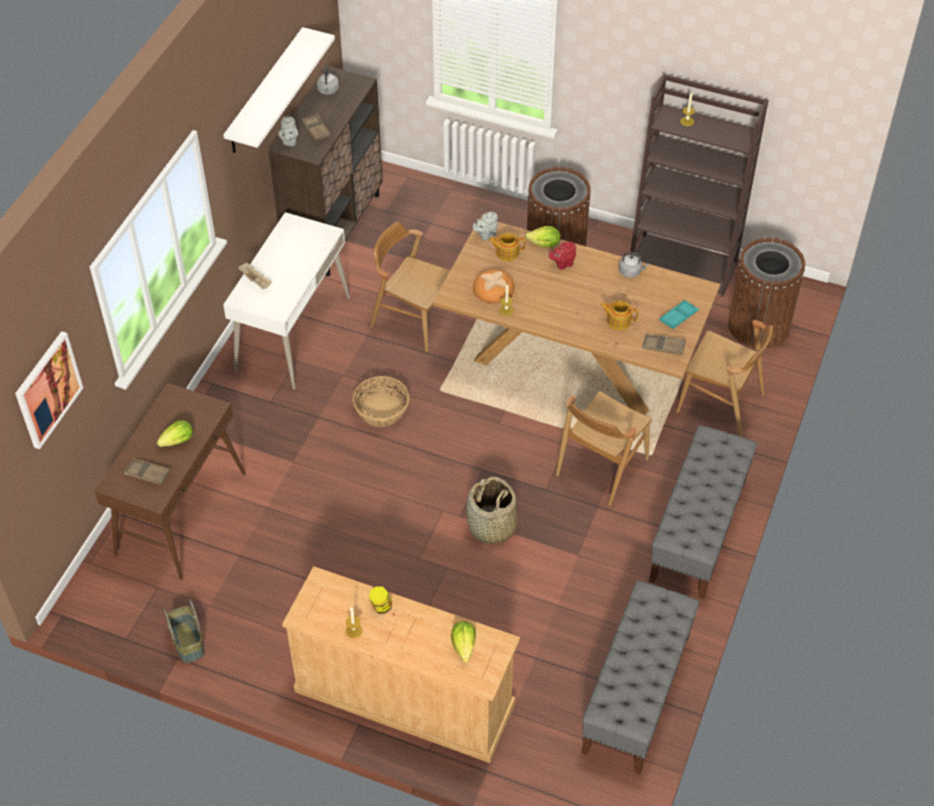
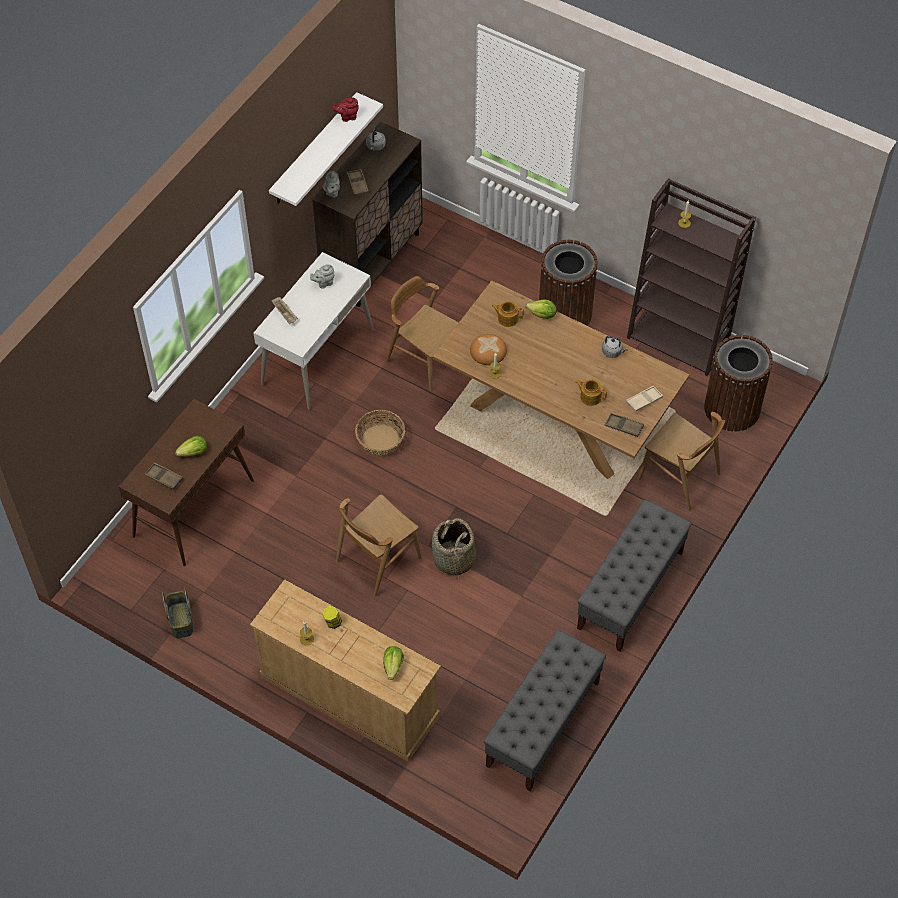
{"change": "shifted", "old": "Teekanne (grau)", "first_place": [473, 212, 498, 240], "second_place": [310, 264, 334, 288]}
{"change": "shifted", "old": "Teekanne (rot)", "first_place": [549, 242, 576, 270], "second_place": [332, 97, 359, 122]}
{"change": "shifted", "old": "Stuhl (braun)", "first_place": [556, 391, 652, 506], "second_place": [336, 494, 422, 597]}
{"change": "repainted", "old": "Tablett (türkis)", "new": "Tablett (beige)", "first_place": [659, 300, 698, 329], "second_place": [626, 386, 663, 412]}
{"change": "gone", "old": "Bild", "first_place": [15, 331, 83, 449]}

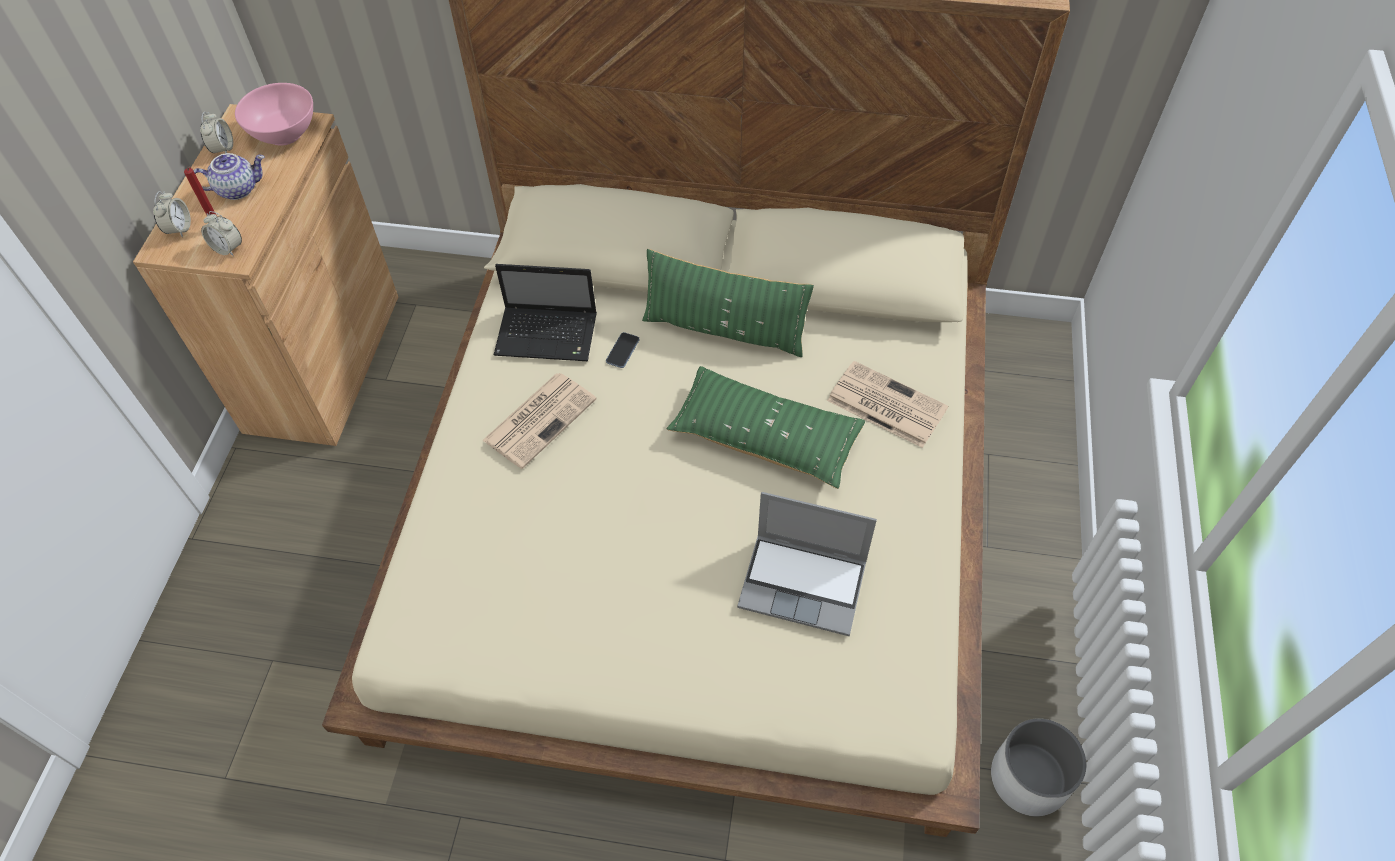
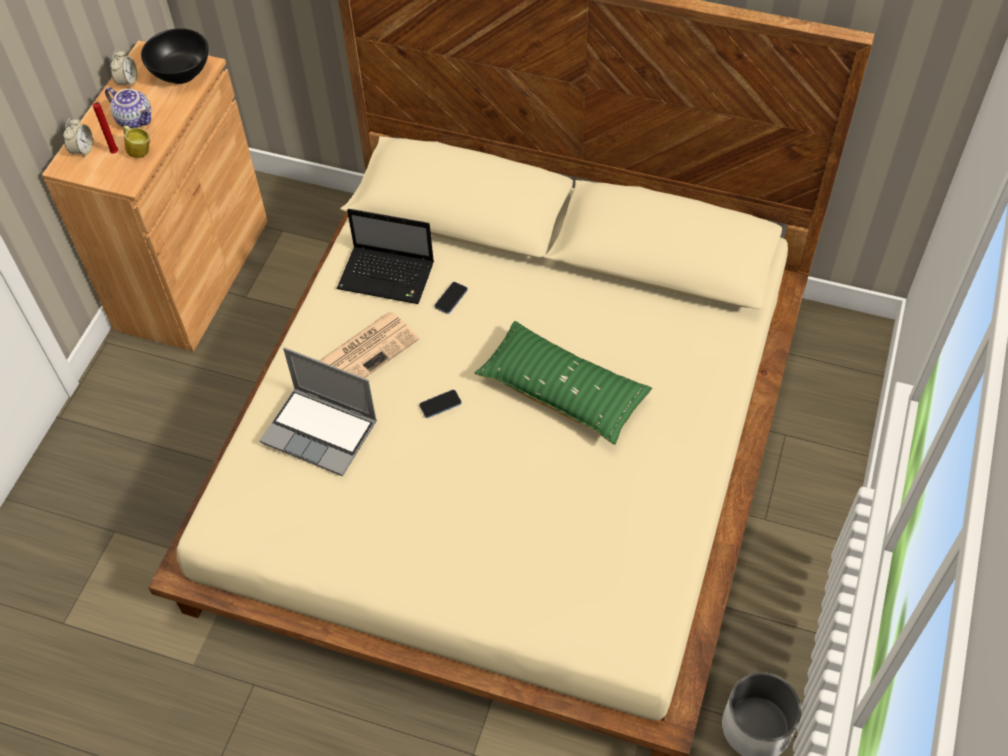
{"change": "rotated", "old": "Teekanne", "first_place": [194, 153, 265, 200], "second_place": [105, 87, 152, 129], "degrees": 45}
{"change": "new", "new": "Henkelbecher", "second_place": [123, 126, 150, 158]}
{"change": "repainted", "old": "Schüssel (rosa)", "new": "Schüssel (schwarz)", "first_place": [235, 83, 313, 146], "second_place": [141, 28, 209, 84]}
{"change": "shifted", "old": "Laptop", "first_place": [737, 492, 877, 636], "second_place": [259, 347, 377, 476]}
{"change": "new", "new": "Handy", "second_place": [419, 390, 462, 418]}
{"change": "gone", "old": "Wecker", "first_place": [201, 211, 242, 256]}
{"change": "gone", "old": "Kissen (grün)", "first_place": [642, 249, 814, 357]}
{"change": "gone", "old": "Zeitung", "first_place": [827, 361, 948, 448]}

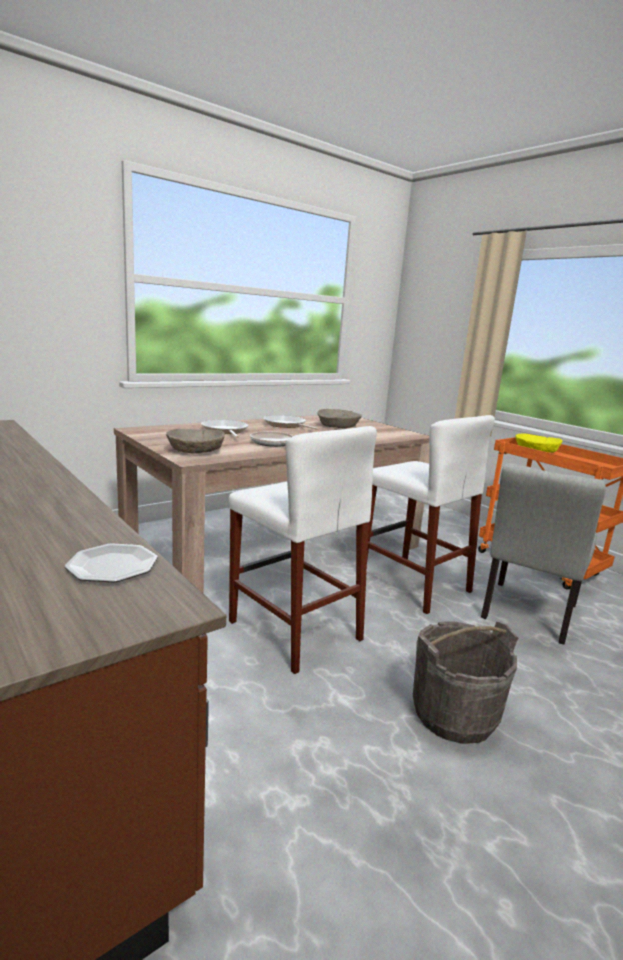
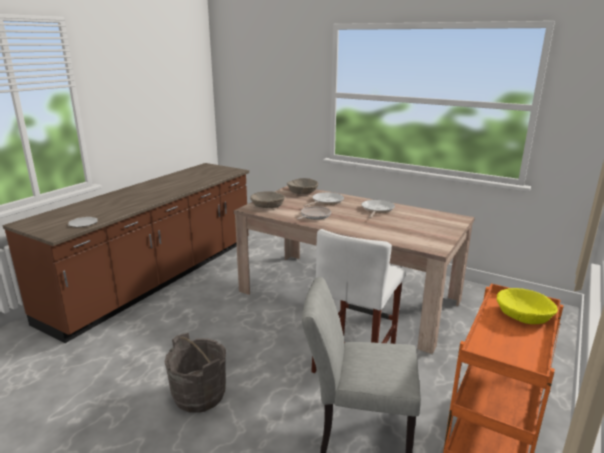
{"change": "shifted", "old": "Schüssel (beige)", "first_place": [317, 409, 362, 428], "second_place": [287, 178, 318, 194]}
{"change": "gone", "old": "Hocker (weiß)", "first_place": [228, 426, 377, 674]}

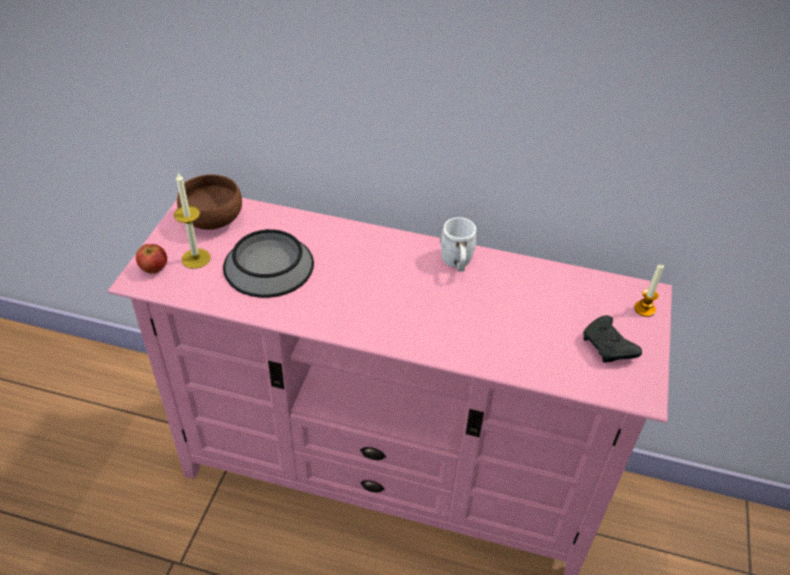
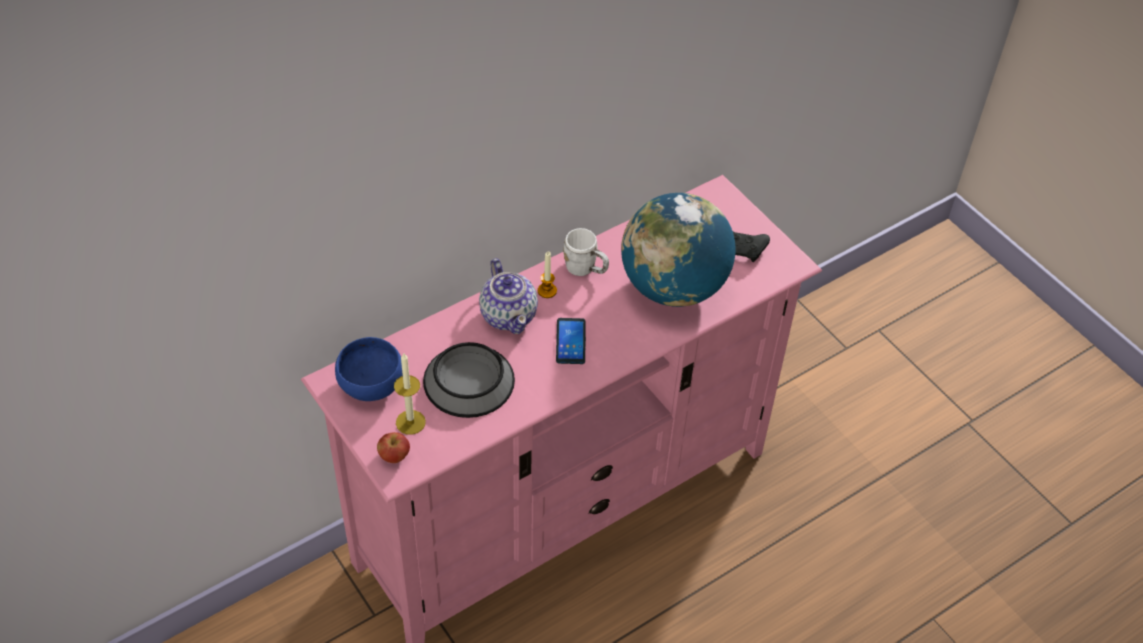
{"change": "repainted", "old": "Schüssel (braun)", "new": "Schüssel (blau)", "first_place": [177, 174, 242, 230], "second_place": [335, 337, 403, 401]}
{"change": "new", "new": "Teekanne", "second_place": [479, 258, 538, 334]}
{"change": "shifted", "old": "Kerze", "first_place": [634, 264, 664, 317], "second_place": [538, 252, 557, 298]}
{"change": "new", "new": "Handy", "second_place": [556, 318, 586, 364]}
{"change": "new", "new": "Globus", "second_place": [621, 193, 736, 307]}

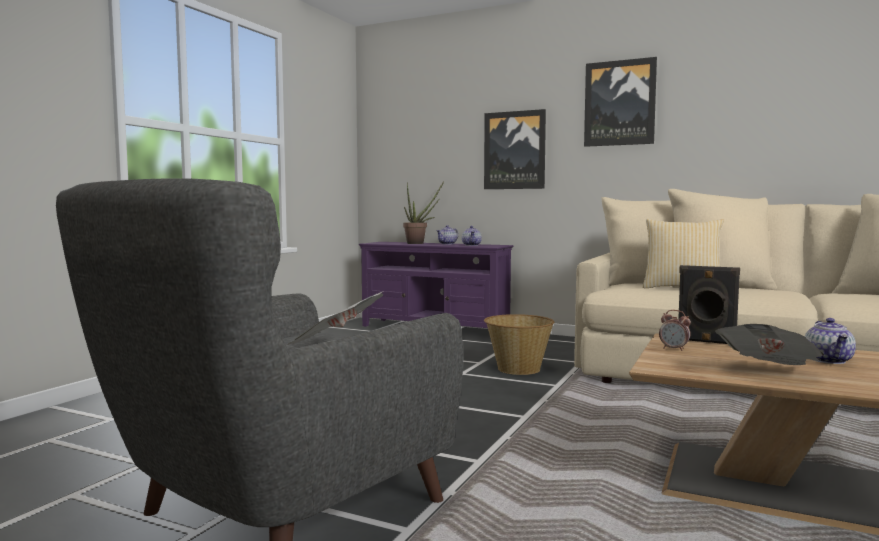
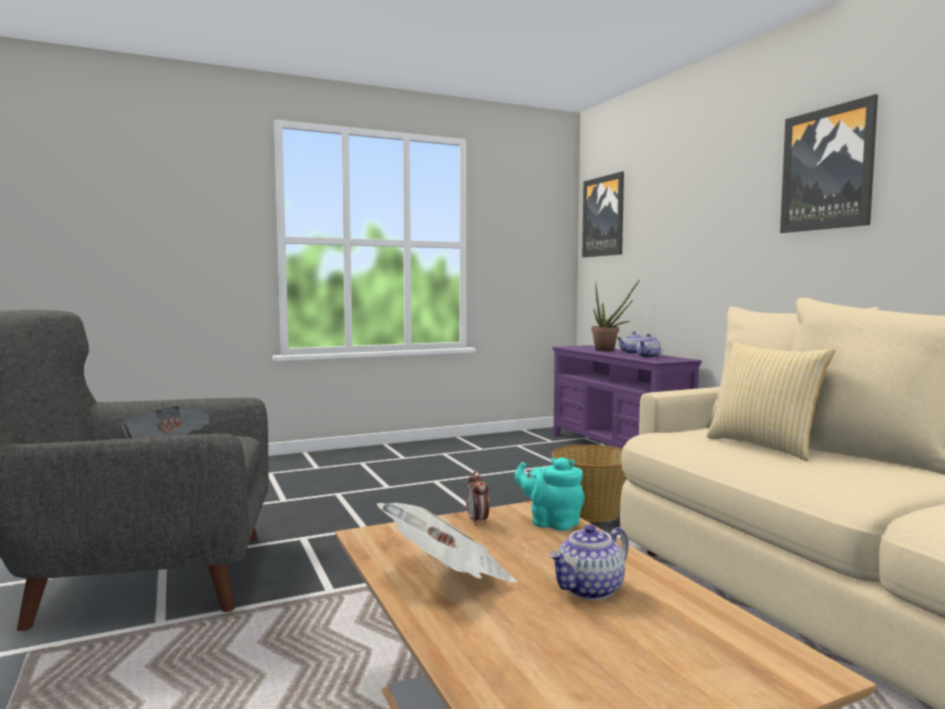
{"change": "swapped", "old": "Lautsprecher (schwarz)", "new": "Teekanne (türkis)", "first_place": [678, 265, 740, 344], "second_place": [514, 457, 585, 531]}
{"change": "shifted", "old": "Bild", "first_place": [484, 109, 546, 189], "second_place": [582, 171, 624, 257]}

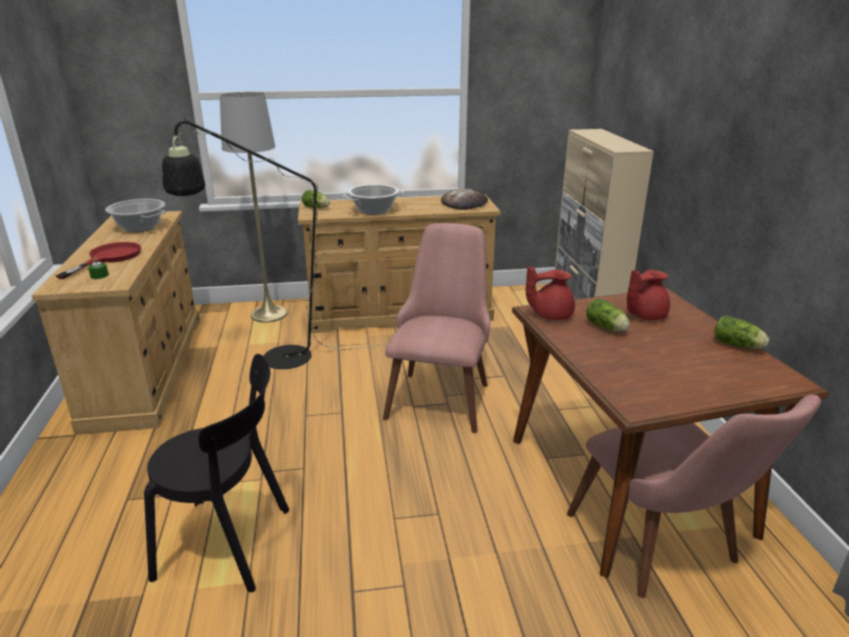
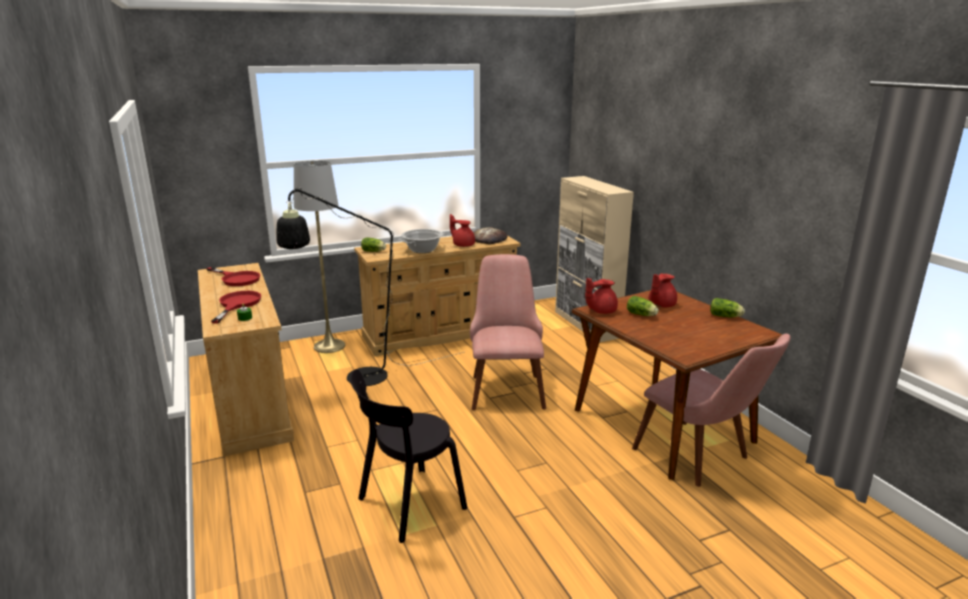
{"change": "swapped", "old": "Kochtopf", "new": "Pfanne (rot)", "first_place": [105, 199, 166, 232], "second_place": [206, 267, 260, 286]}
{"change": "rotated", "old": "Stuhl (schwarz)", "first_place": [144, 354, 289, 592], "second_place": [350, 369, 467, 543], "degrees": 150}
{"change": "new", "new": "Teekanne (rot)", "second_place": [450, 214, 475, 247]}

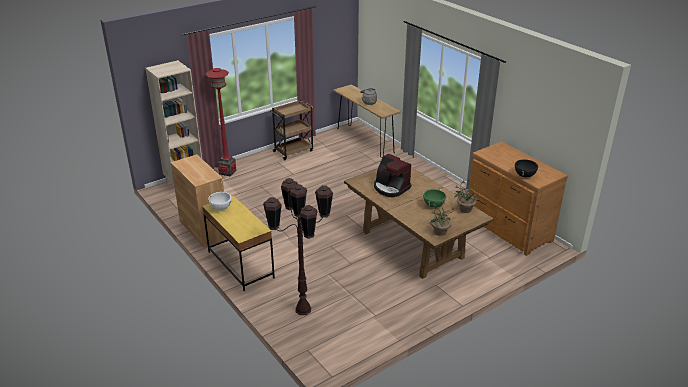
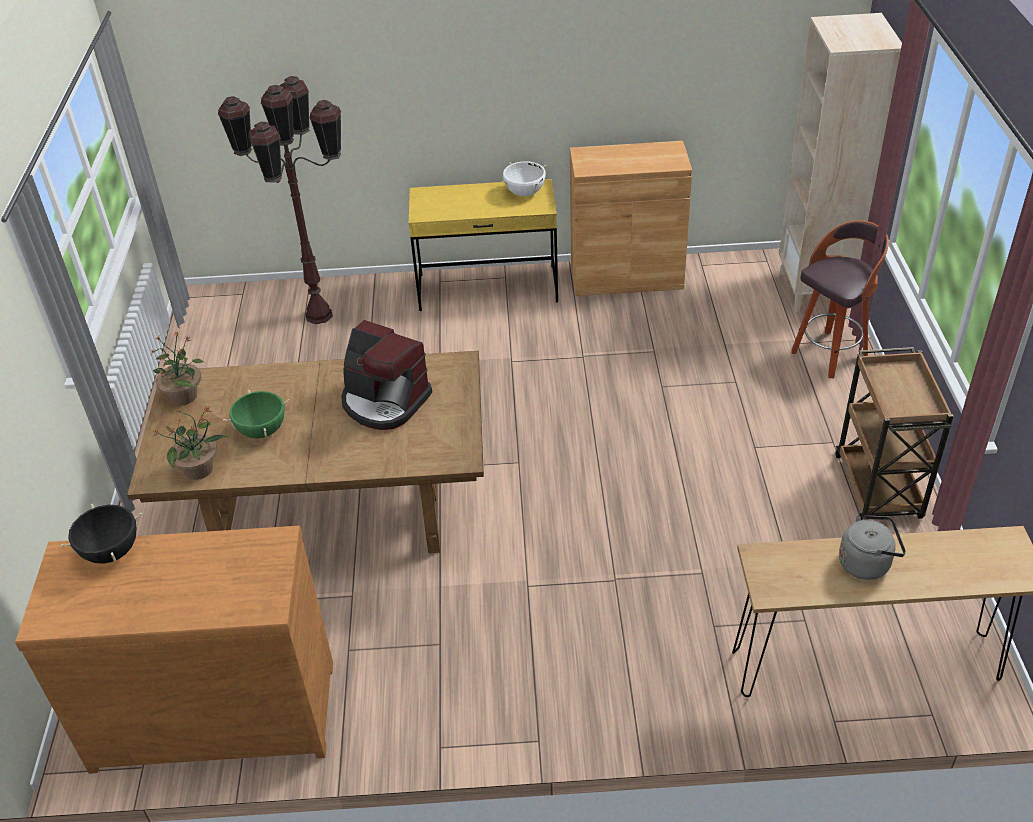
{"change": "rotated", "old": "Kaffeemaschine", "first_place": [374, 153, 411, 197], "second_place": [341, 320, 432, 430], "degrees": -135}
{"change": "swapped", "old": "Stehlampe (rot)", "new": "Hocker", "first_place": [206, 68, 236, 176], "second_place": [791, 220, 889, 378]}

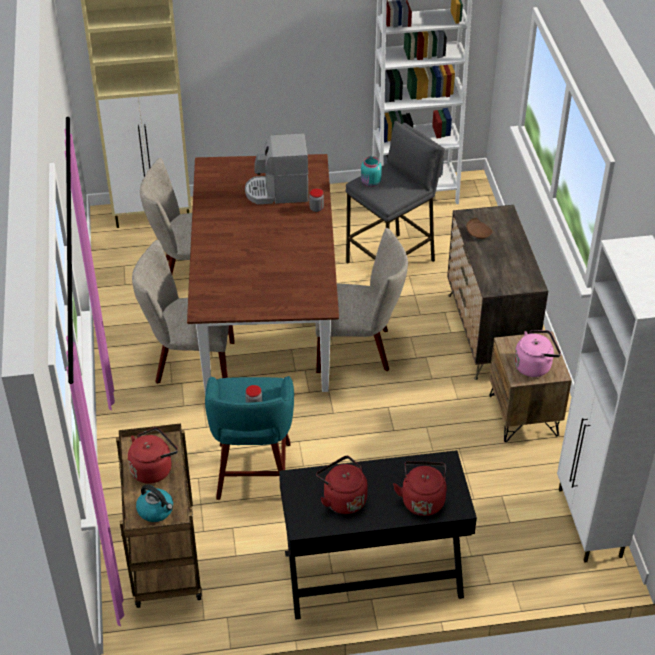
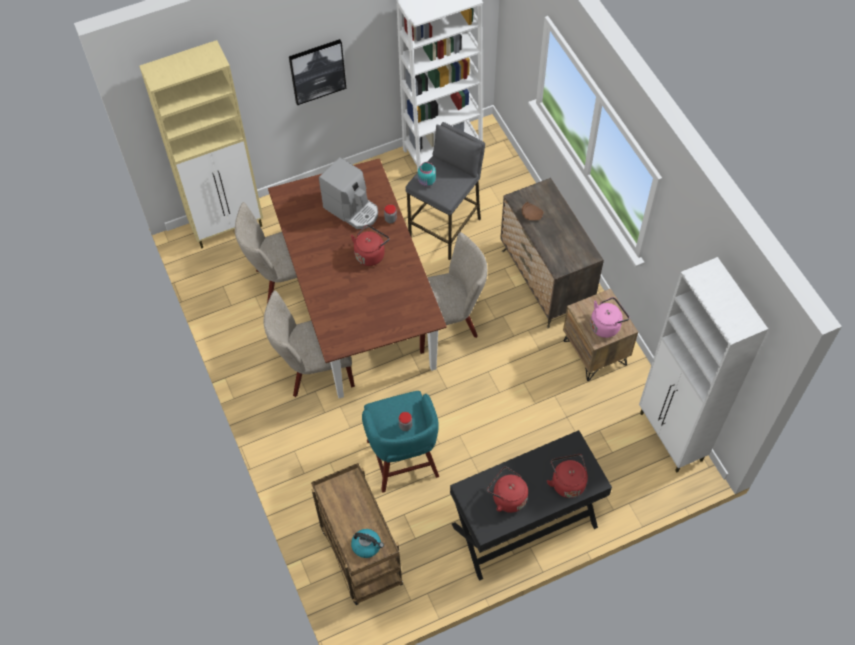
{"change": "new", "new": "Bild", "second_place": [289, 39, 346, 105]}
{"change": "rotated", "old": "Kaffeemaschine", "first_place": [245, 133, 308, 204], "second_place": [319, 157, 378, 229], "degrees": -120}
{"change": "shifted", "old": "Wasserkessel (rot)", "first_place": [128, 427, 178, 484], "second_place": [351, 225, 389, 266]}

